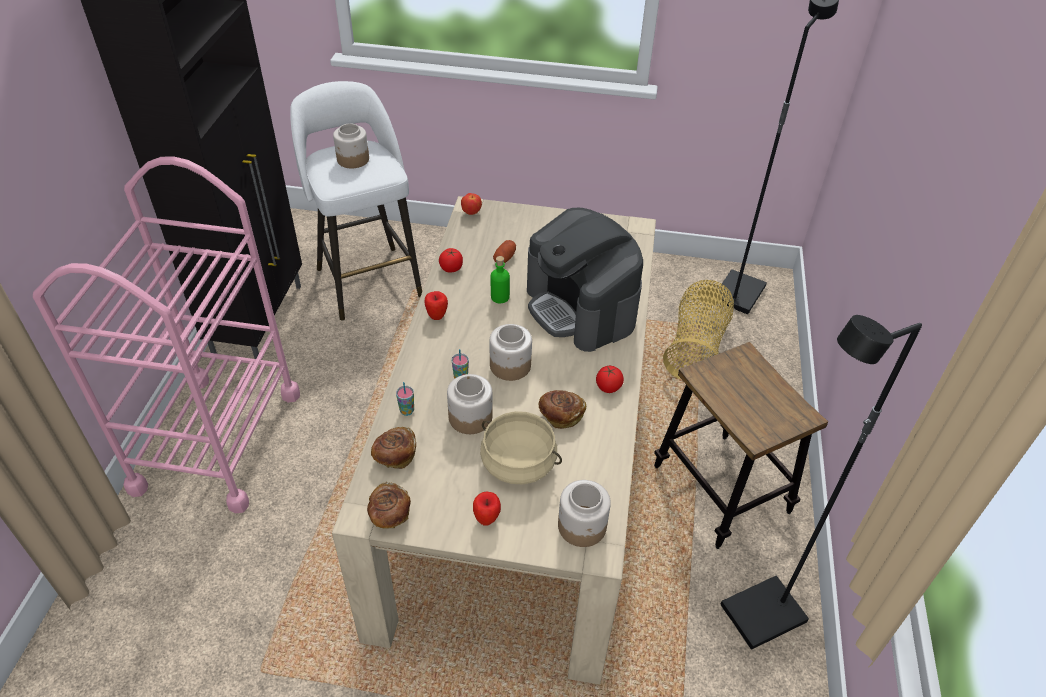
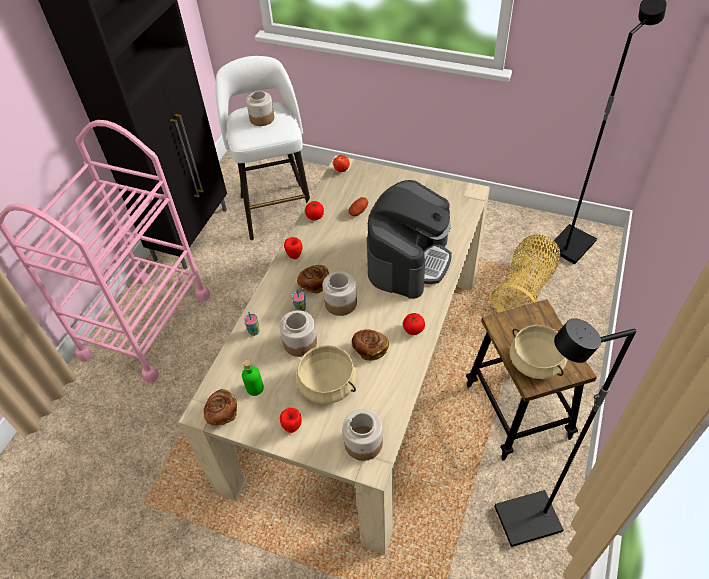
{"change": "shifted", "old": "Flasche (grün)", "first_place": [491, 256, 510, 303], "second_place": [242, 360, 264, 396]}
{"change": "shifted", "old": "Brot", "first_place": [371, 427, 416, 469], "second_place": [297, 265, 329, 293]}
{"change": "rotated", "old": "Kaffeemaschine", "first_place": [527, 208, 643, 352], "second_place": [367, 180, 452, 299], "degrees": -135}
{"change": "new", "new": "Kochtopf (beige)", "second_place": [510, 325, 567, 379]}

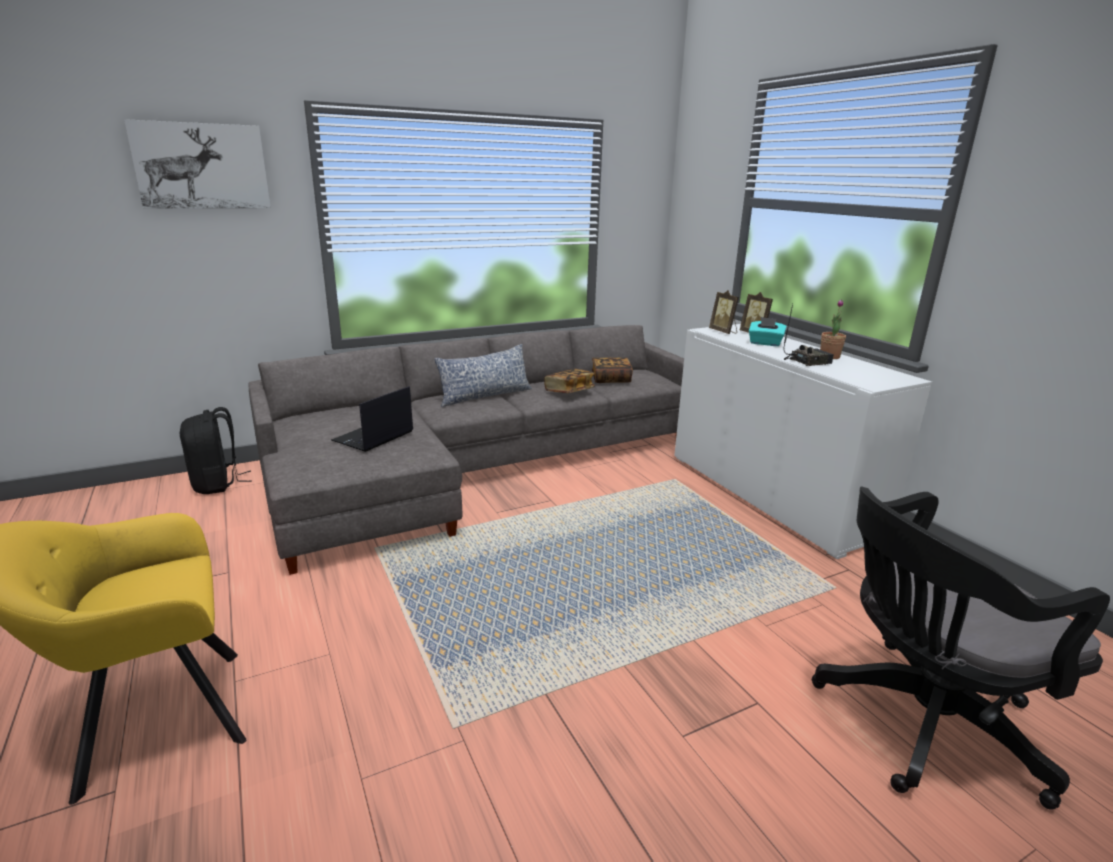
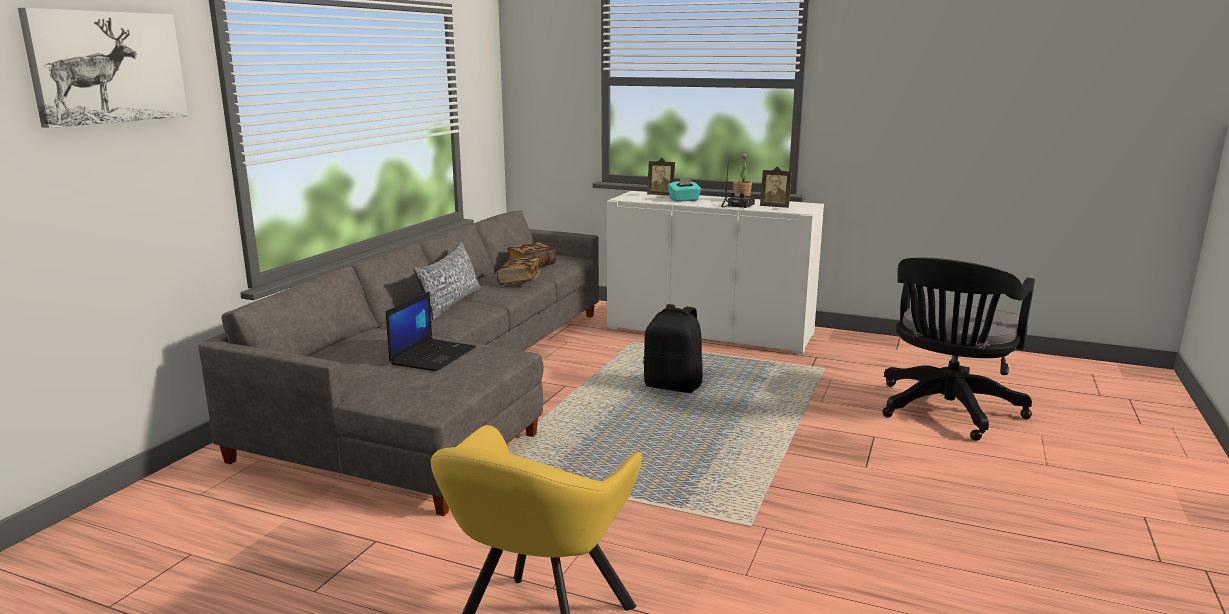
{"change": "rotated", "old": "Laptop", "first_place": [331, 386, 413, 452], "second_place": [386, 291, 476, 371], "degrees": -150}
{"change": "shifted", "old": "Rucksack (schwarz)", "first_place": [180, 407, 252, 494], "second_place": [643, 304, 703, 393]}
{"change": "shifted", "old": "Bilderrahmen", "first_place": [709, 290, 739, 334], "second_place": [760, 166, 792, 208]}

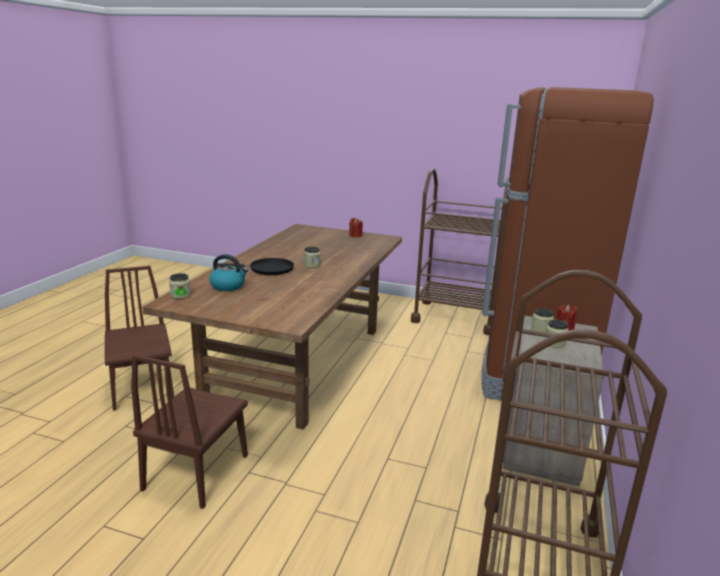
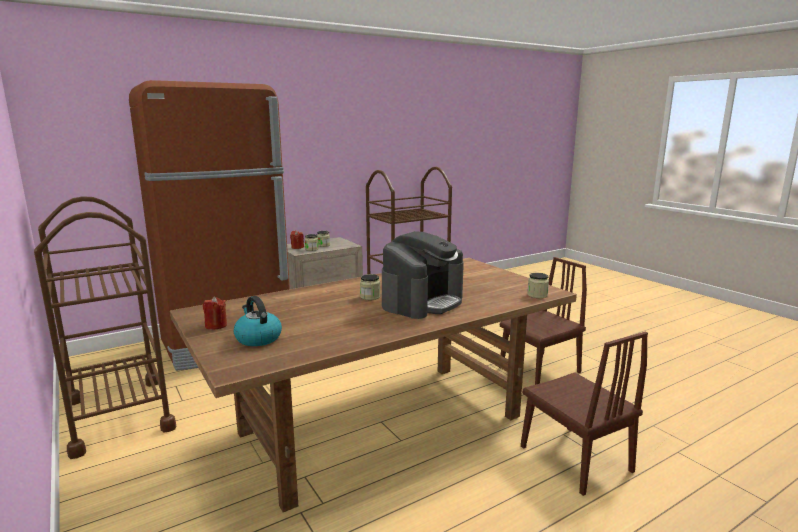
{"change": "shifted", "old": "Wasserkessel", "first_place": [209, 254, 248, 291], "second_place": [233, 296, 282, 346]}
{"change": "swapped", "old": "Pfanne (schwarz)", "new": "Kaffeemaschine", "first_place": [217, 258, 294, 275], "second_place": [382, 231, 464, 319]}
{"change": "rotated", "old": "Stuhl (braun)", "first_place": [105, 266, 174, 410], "second_place": [521, 331, 648, 496], "degrees": -45}

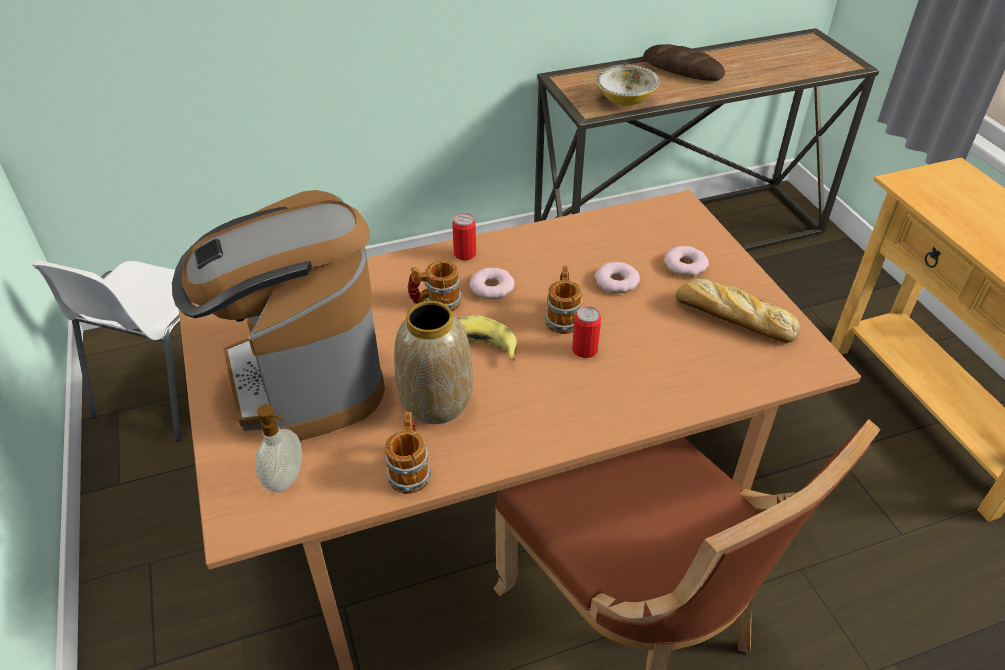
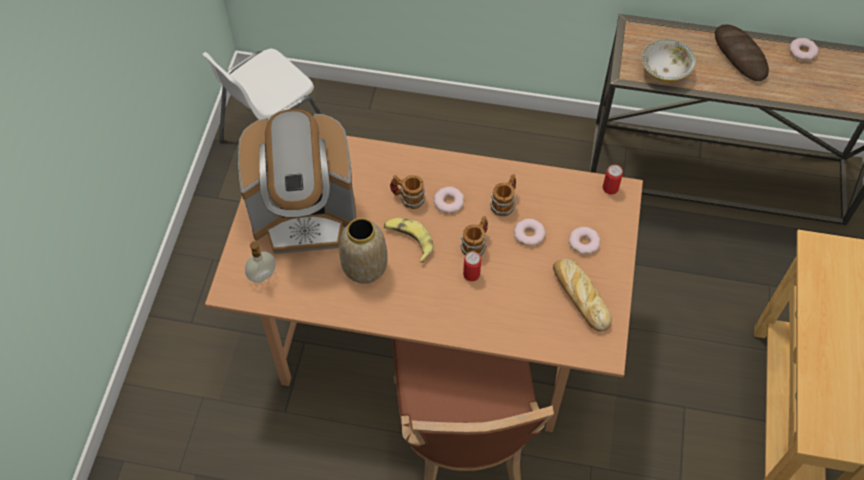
{"change": "rotated", "old": "Kaffeemaschine", "first_place": [172, 190, 385, 441], "second_place": [238, 109, 356, 254], "degrees": -105}
{"change": "shifted", "old": "Henkelbecher", "first_place": [385, 412, 431, 494], "second_place": [490, 174, 516, 216]}
{"change": "shifted", "old": "Dose", "first_place": [452, 213, 476, 260], "second_place": [603, 165, 623, 194]}
{"change": "new", "new": "Donut", "second_place": [790, 38, 819, 60]}

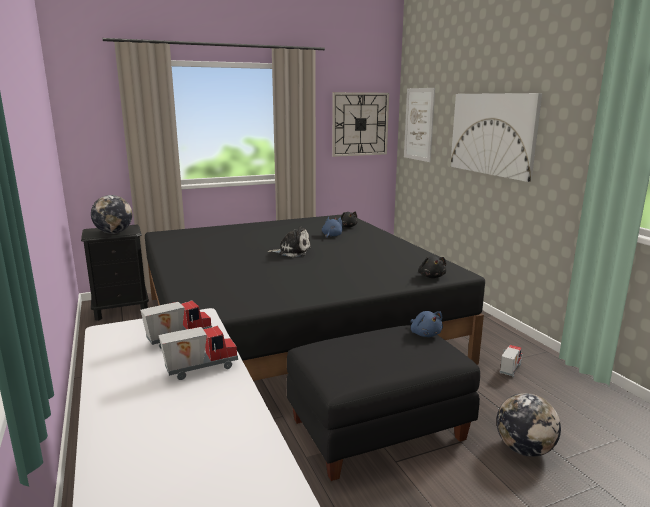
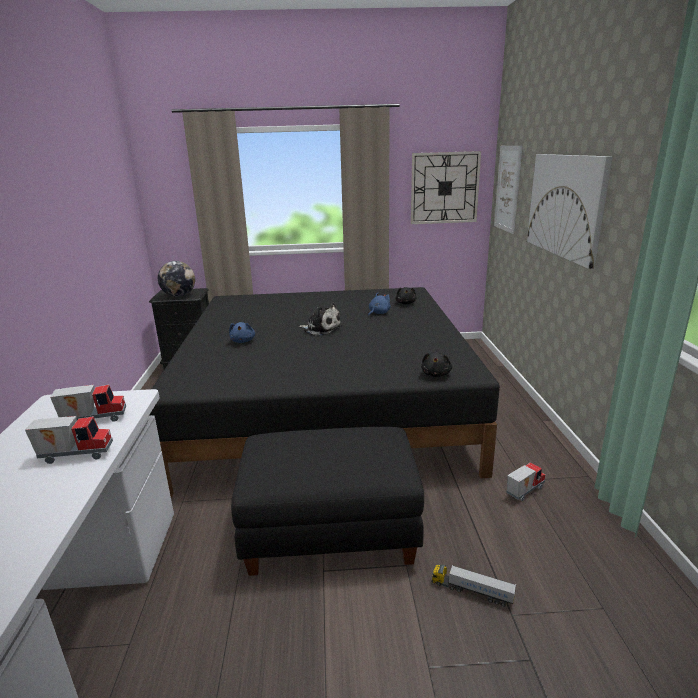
{"change": "shifted", "old": "Plüschtier (blau)", "first_place": [411, 311, 443, 337], "second_place": [229, 322, 255, 343]}
{"change": "swapped", "old": "Globus", "new": "Spielzeuglaster", "first_place": [496, 393, 561, 457], "second_place": [432, 564, 516, 607]}

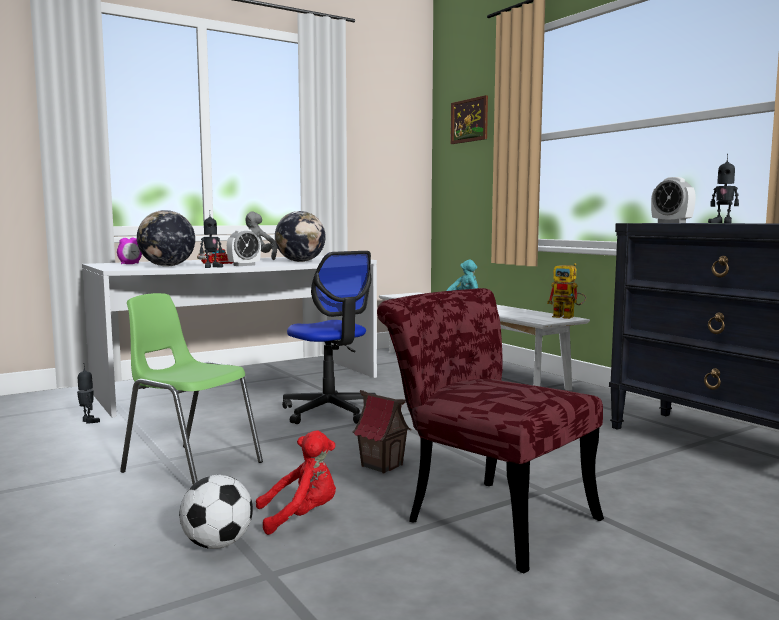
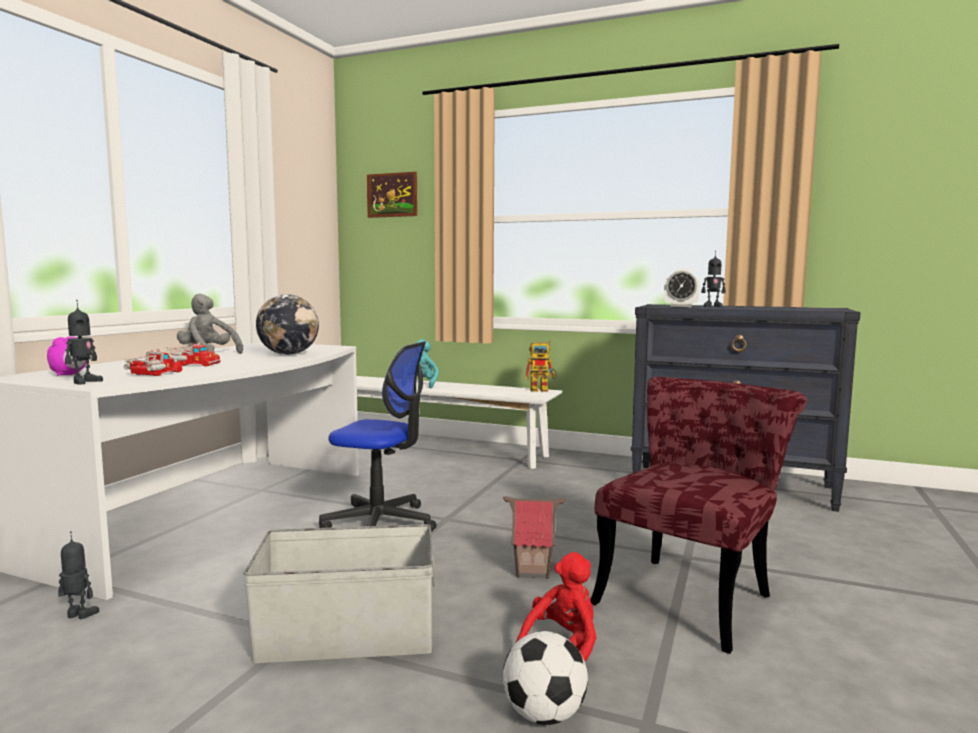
{"change": "shifted", "old": "Spielzeugroboter", "first_place": [200, 210, 223, 268], "second_place": [65, 300, 103, 385]}
{"change": "swapped", "old": "Globus", "new": "Spielzeuglaster", "first_place": [137, 210, 195, 267], "second_place": [124, 349, 182, 376]}
{"change": "swapped", "old": "Stuhl (grün)", "new": "Aufbewahrungsbox (grau)", "first_place": [120, 293, 263, 484], "second_place": [244, 524, 435, 663]}
{"change": "rotated", "old": "Stuhl (rot)", "first_place": [377, 288, 604, 573], "second_place": [590, 377, 807, 654], "degrees": 120}
{"change": "gone", "old": "Wecker", "first_place": [227, 228, 261, 266]}

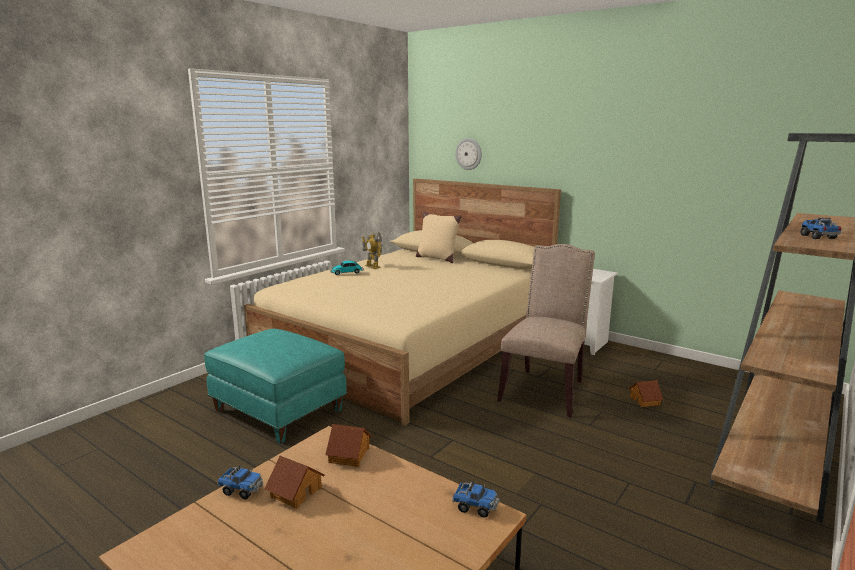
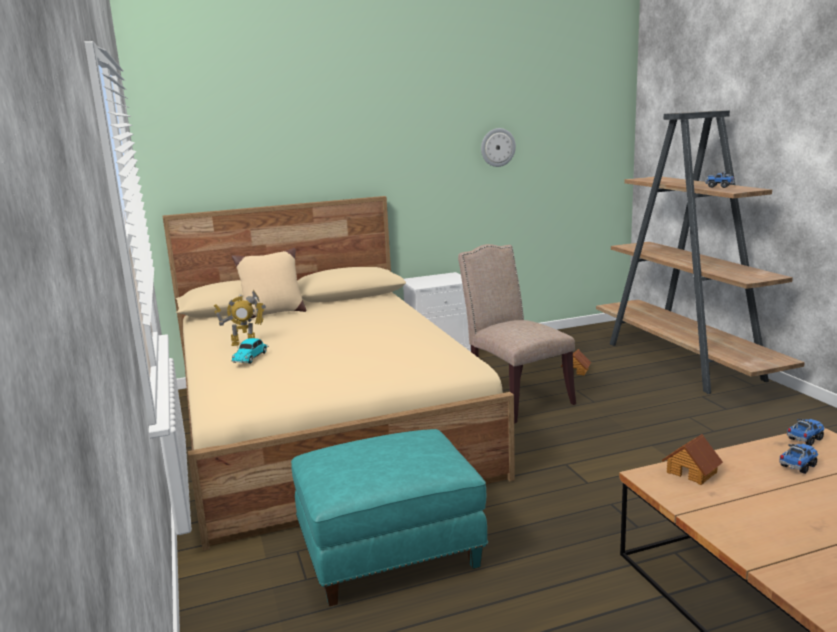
{"change": "shifted", "old": "Wanduhr", "first_place": [455, 138, 482, 170], "second_place": [481, 128, 516, 167]}
{"change": "shifted", "old": "Spielzeuglaster", "first_place": [218, 465, 263, 499], "second_place": [779, 444, 818, 474]}
{"change": "gone", "old": "Spielzeughaus", "first_place": [264, 455, 325, 508]}

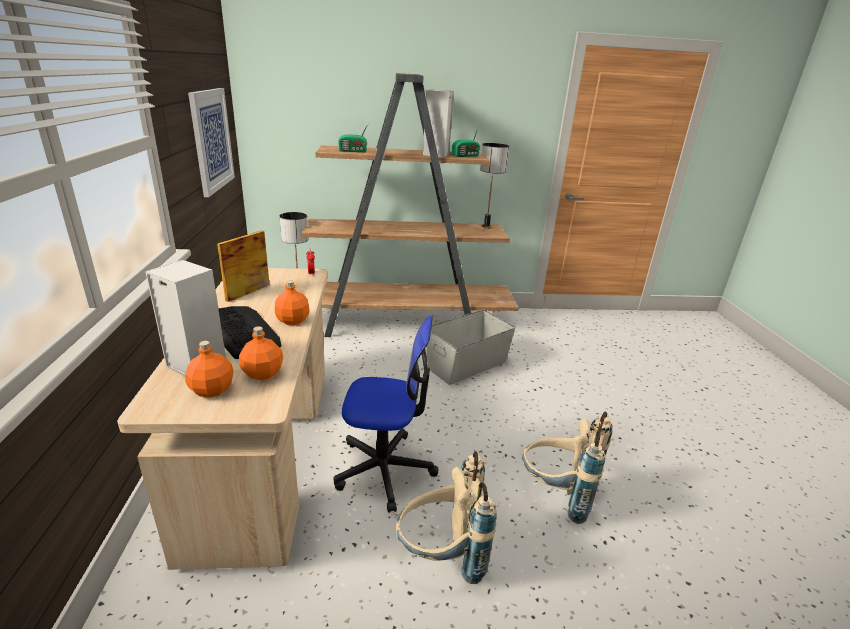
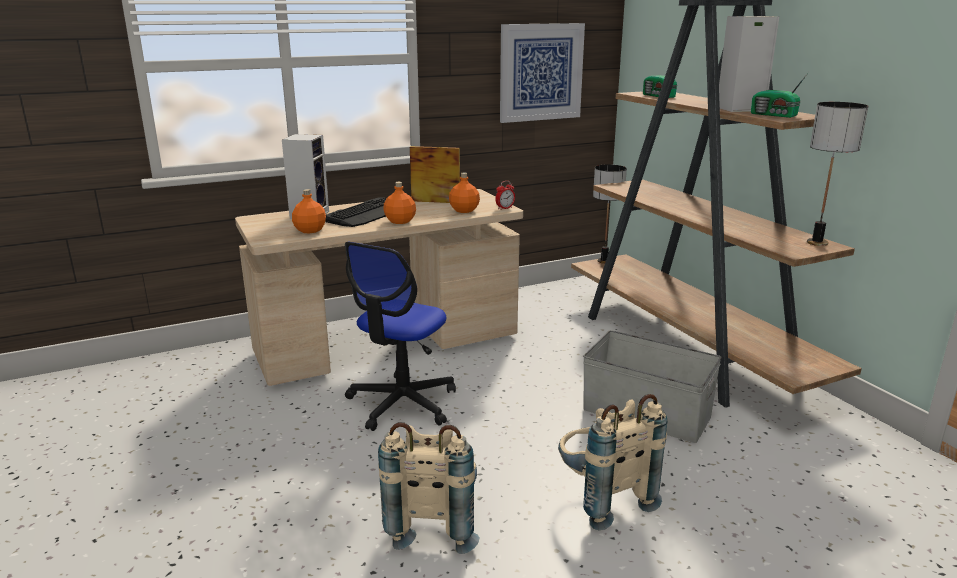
{"change": "rotated", "old": "Bürostuhl", "first_place": [334, 316, 438, 513], "second_place": [345, 242, 456, 431], "degrees": 45}
{"change": "shifted", "old": "Flasche (orange)", "first_place": [185, 341, 234, 398], "second_place": [449, 173, 480, 213]}
{"change": "shifted", "old": "Rucksack (beige)", "first_place": [396, 452, 497, 584], "second_place": [558, 394, 667, 530]}

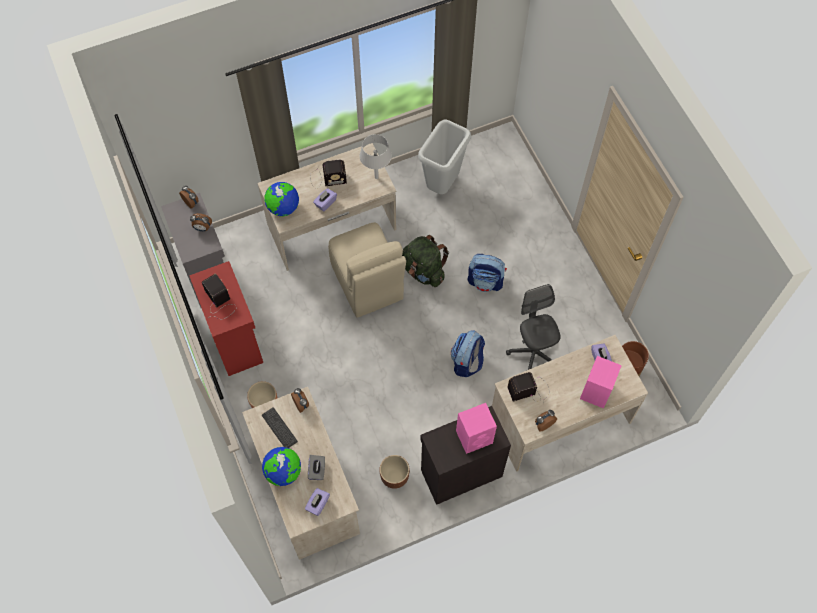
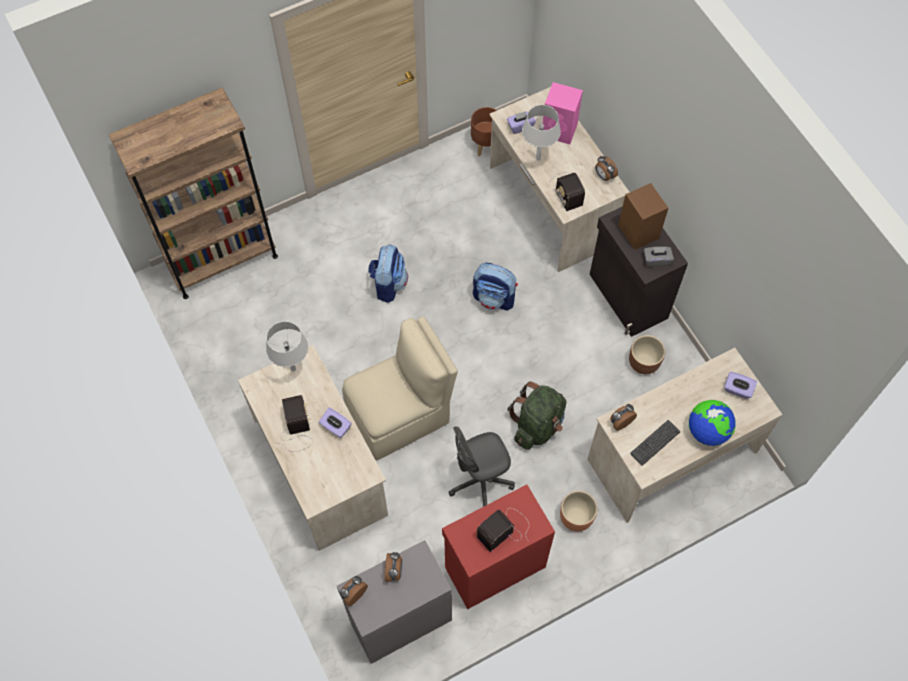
{"change": "new", "new": "Bücherregal (braun)", "second_place": [108, 87, 278, 299]}
{"change": "shifted", "old": "Bürostuhl (grau)", "first_place": [506, 284, 561, 371], "second_place": [448, 426, 515, 506]}
{"change": "shifted", "old": "Rucksack (grün)", "first_place": [402, 235, 449, 287], "second_place": [508, 382, 566, 450]}
{"change": "new", "new": "Tischlampe (grau)", "second_place": [522, 105, 561, 161]}
{"change": "repainted", "old": "Lautsprecher (rosa)", "new": "Lautsprecher (braun)", "first_place": [456, 403, 497, 454], "second_place": [618, 183, 668, 250]}
{"change": "shifted", "old": "Taschentuchbox (grau)", "first_place": [308, 455, 325, 480], "second_place": [644, 246, 674, 267]}
{"change": "gone", "old": "Globus", "first_place": [264, 182, 299, 216]}
{"change": "gone", "old": "Mülleimer (grau)", "first_place": [418, 120, 471, 194]}

